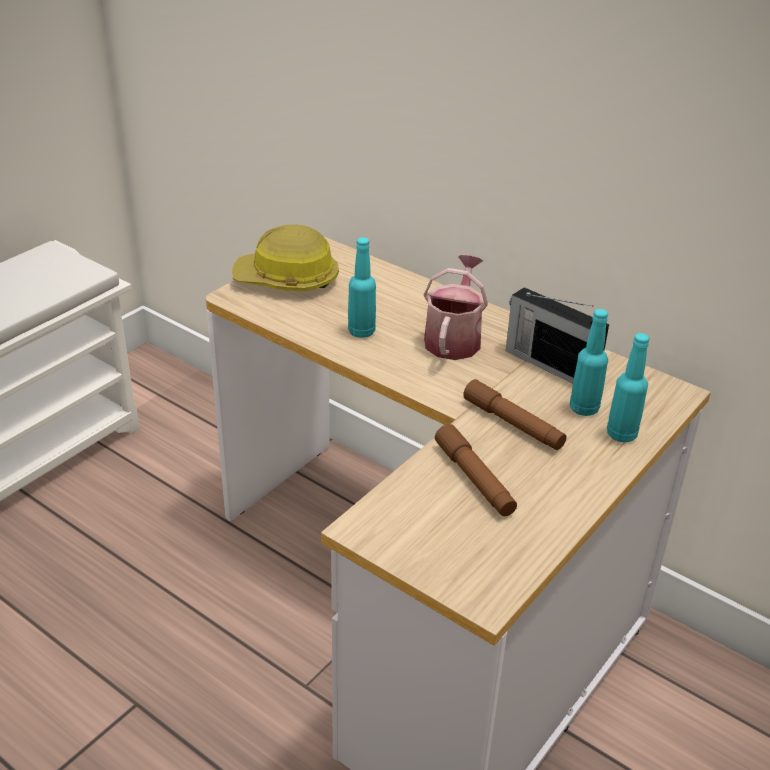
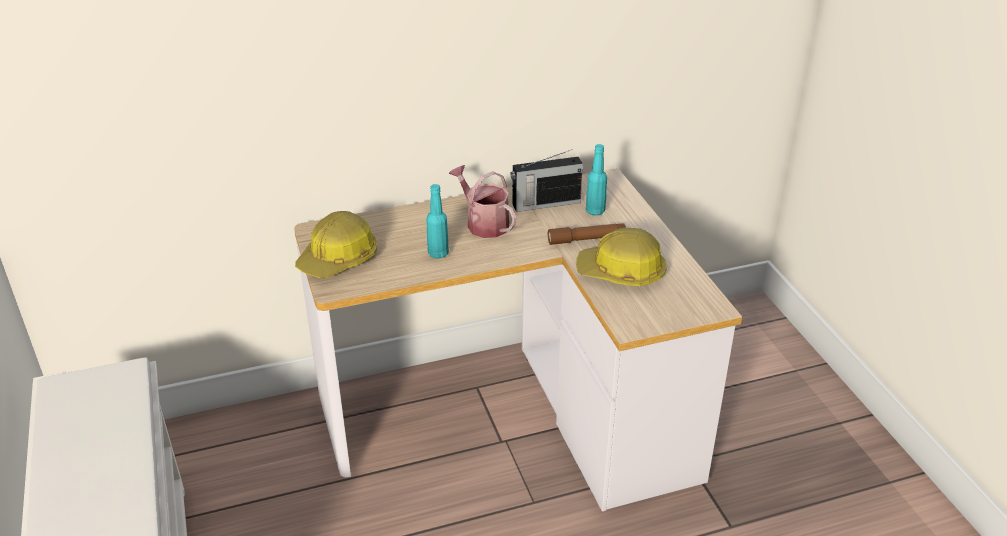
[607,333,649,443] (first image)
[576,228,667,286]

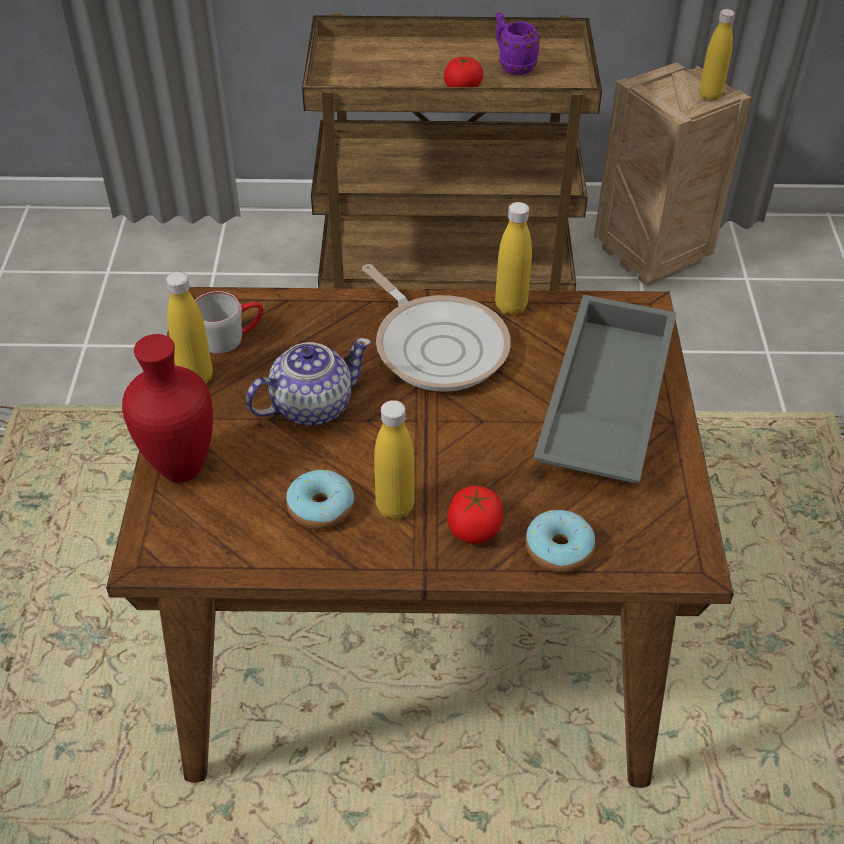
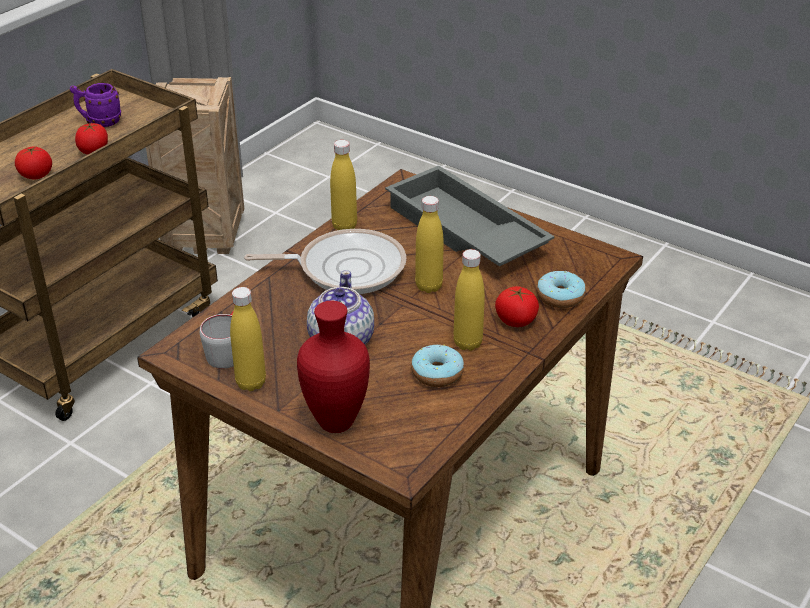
[415,196,444,293]
[15,146,52,179]

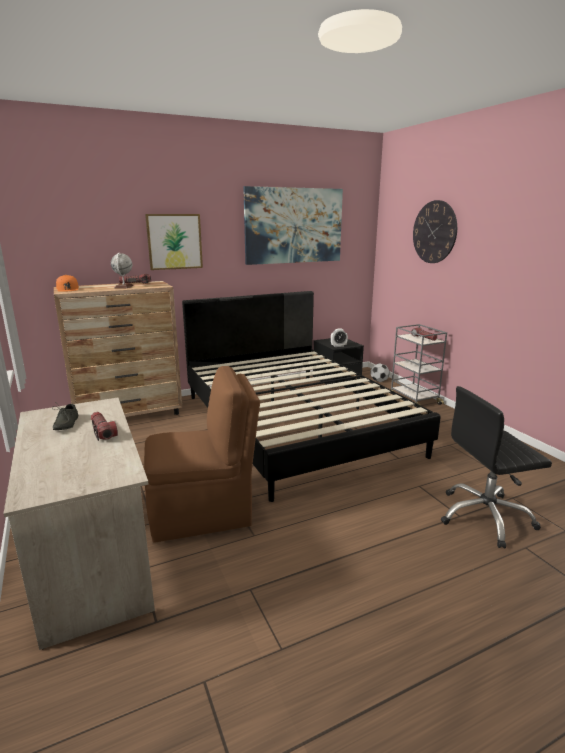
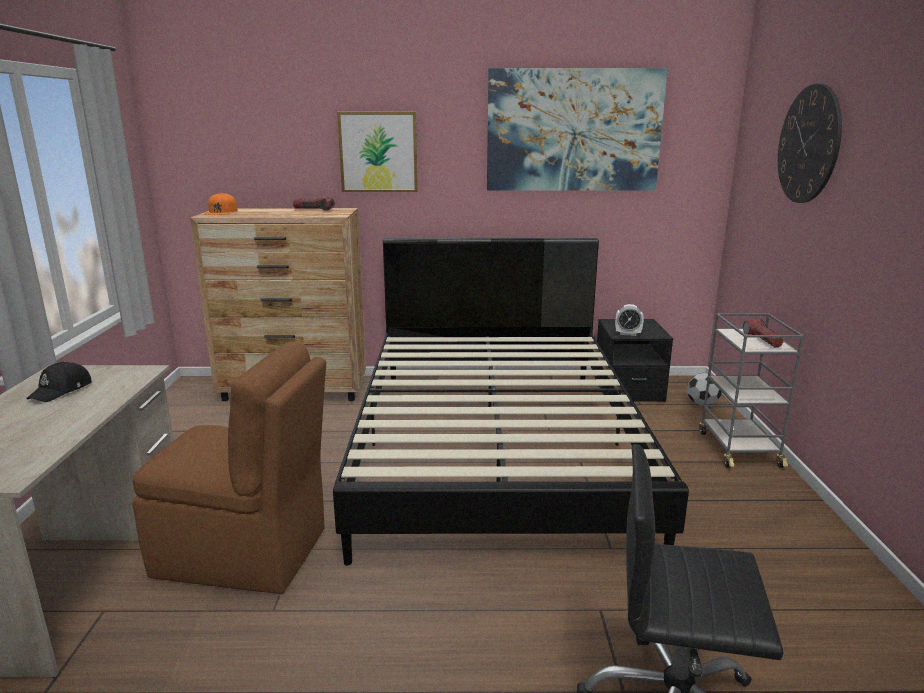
[111,253,133,289] (first image)
[26,361,92,402]
[91,412,118,441] (first image)

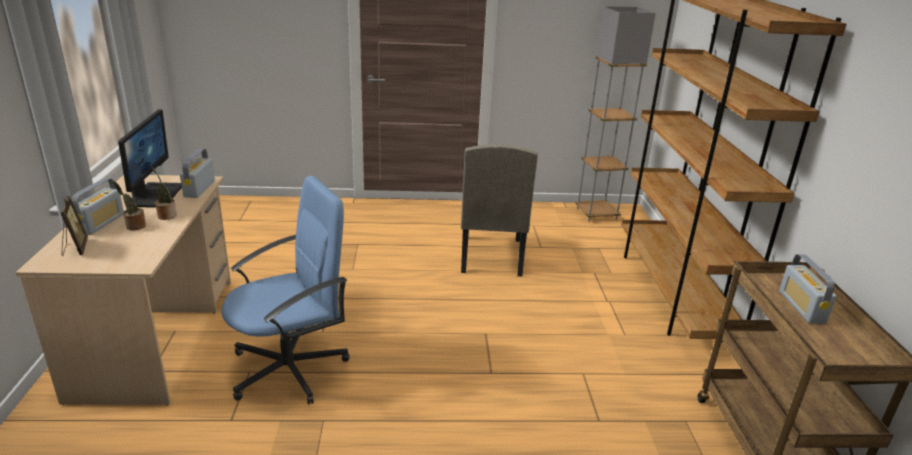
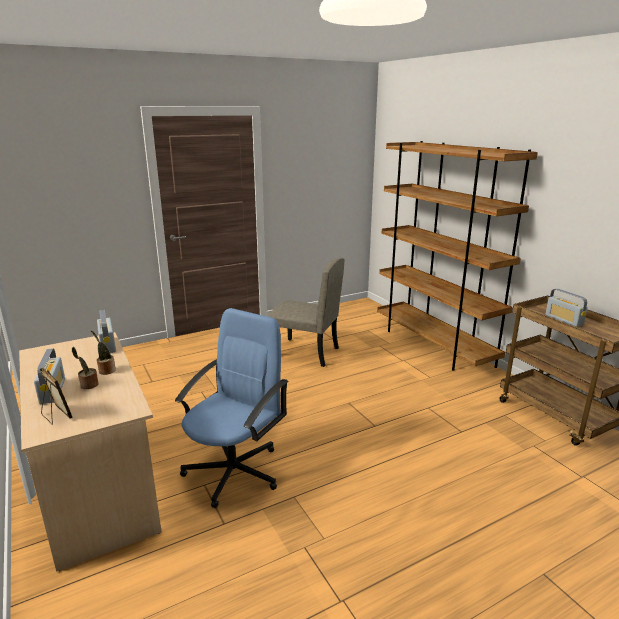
[576,6,656,222] (first image)
[118,109,182,208] (first image)
[268,258,345,367]

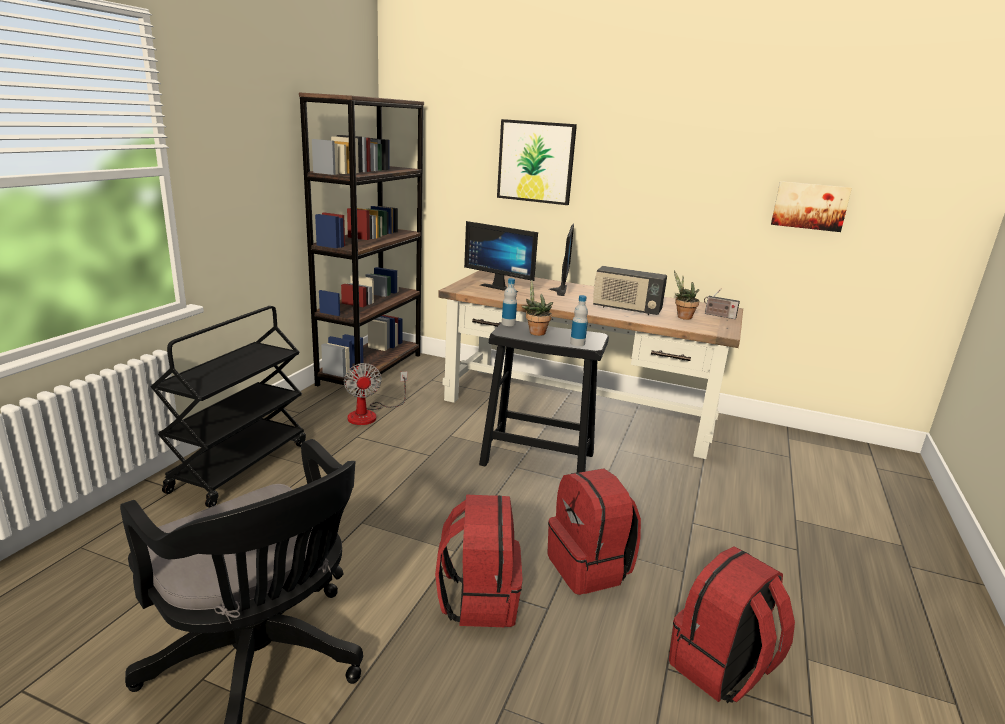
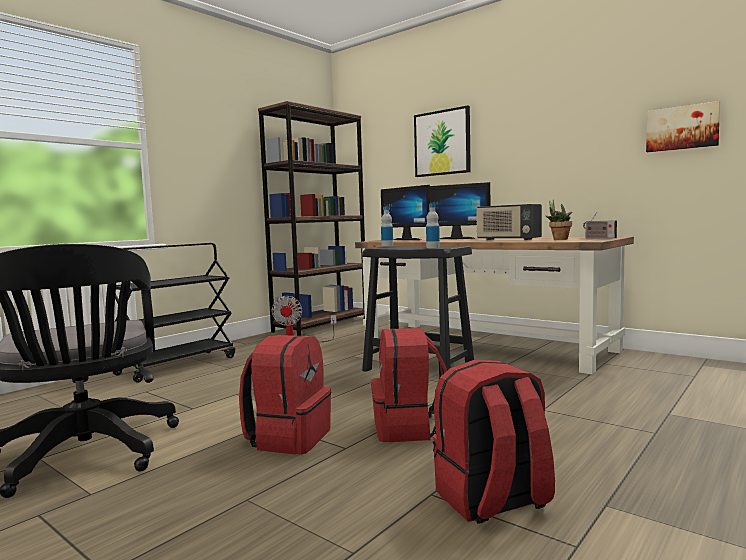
[430,182,490,239]
[522,280,553,336] (first image)

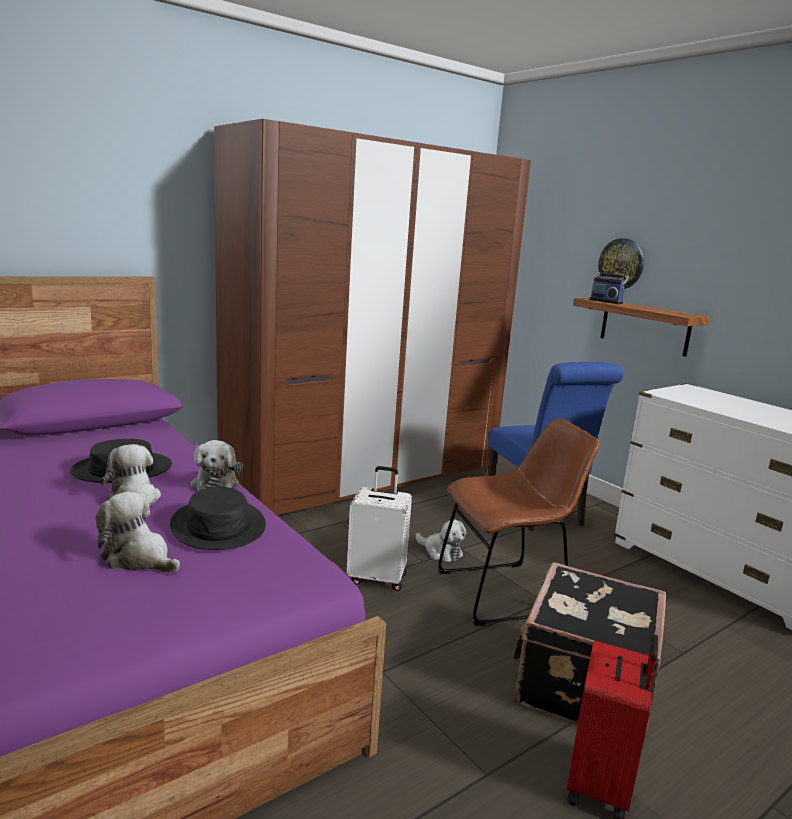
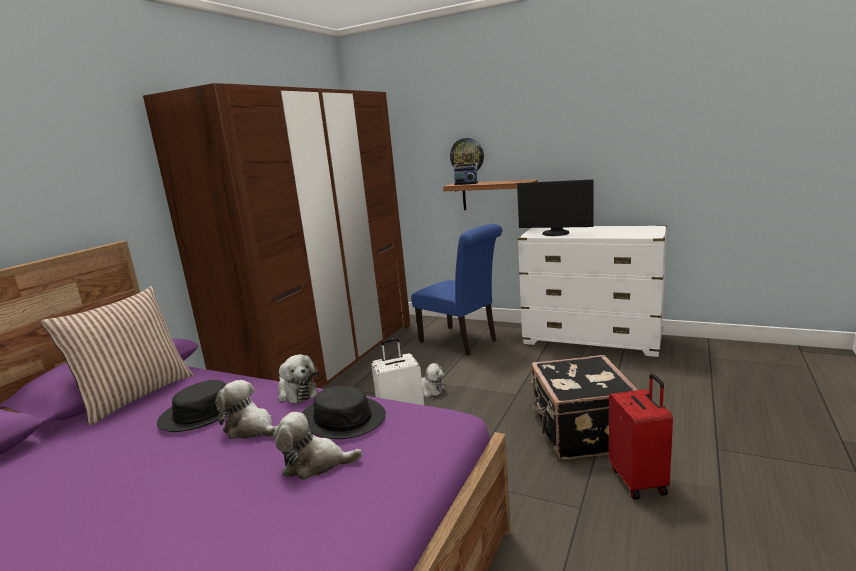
[438,418,600,626] (first image)
[517,179,594,236]
[40,286,193,426]

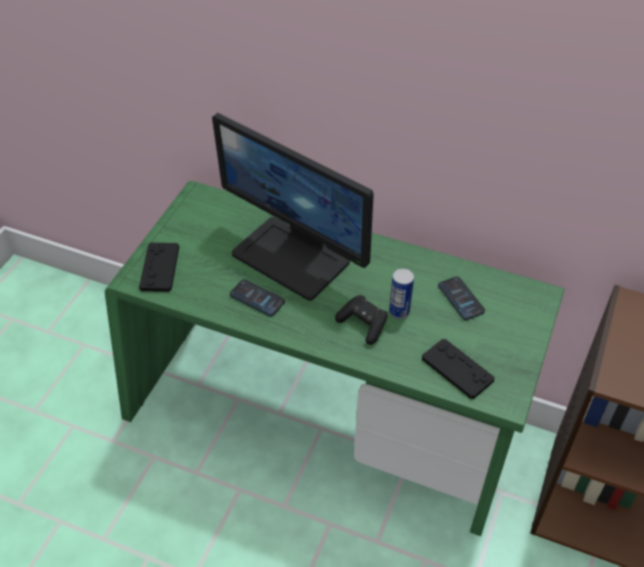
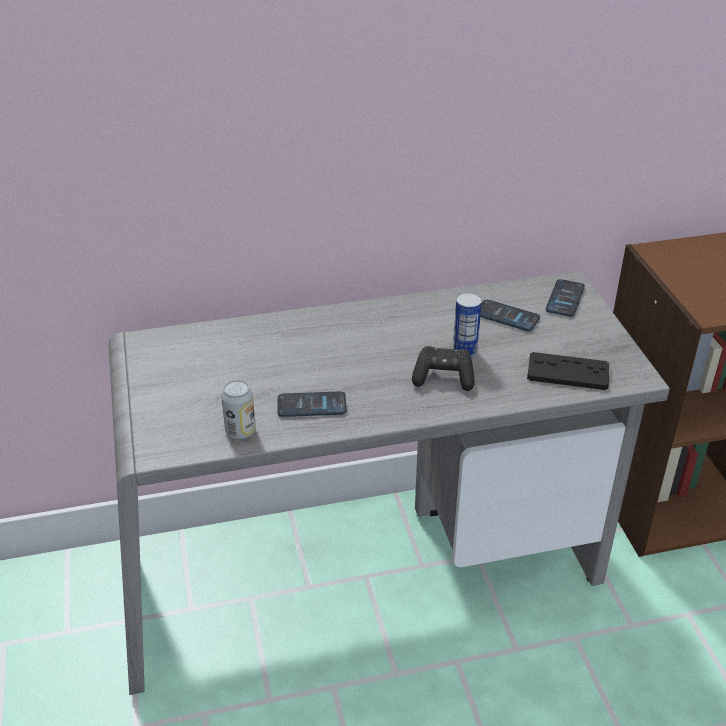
[212,113,374,301] (first image)
[109,271,670,695]
[139,243,179,292] (first image)
[546,279,585,317]
[221,380,256,439]

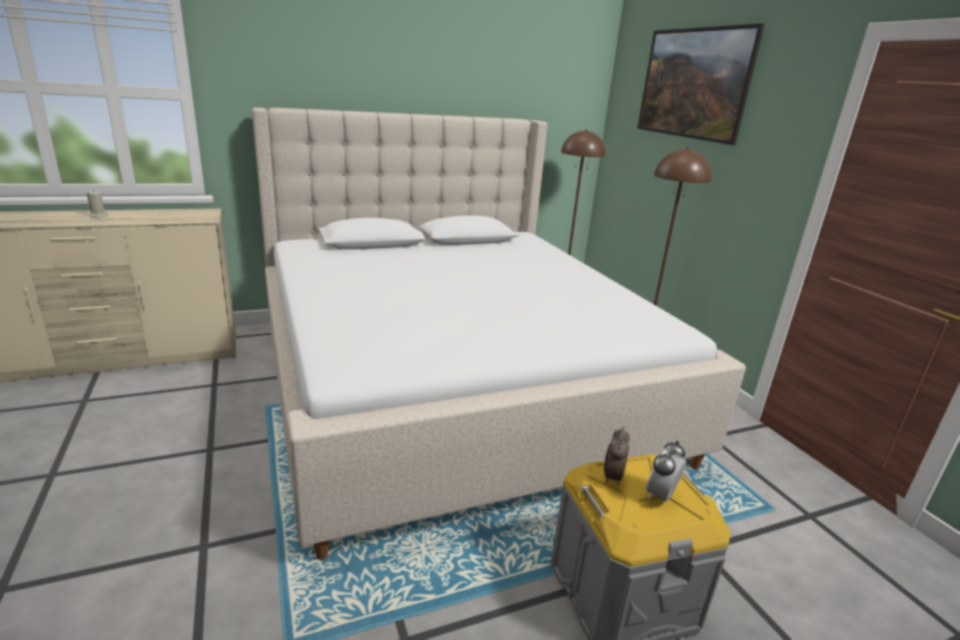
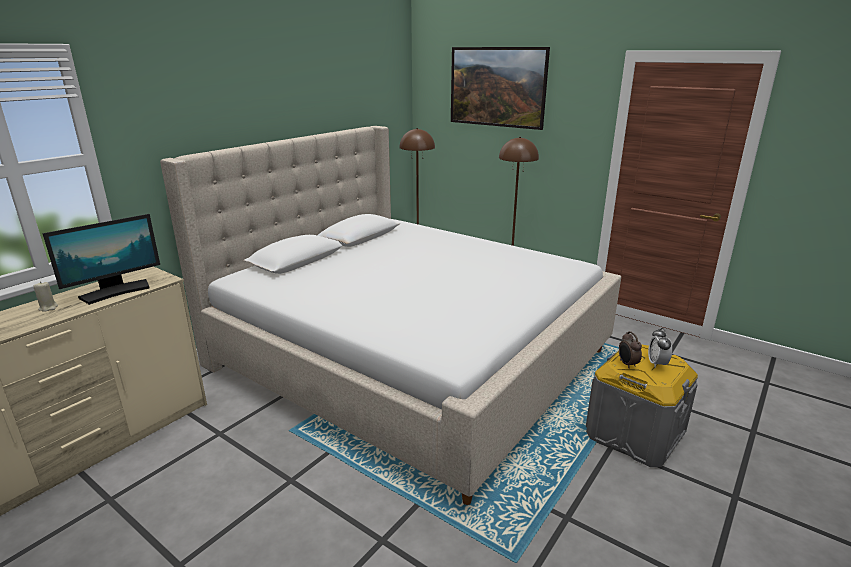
[42,214,160,305]

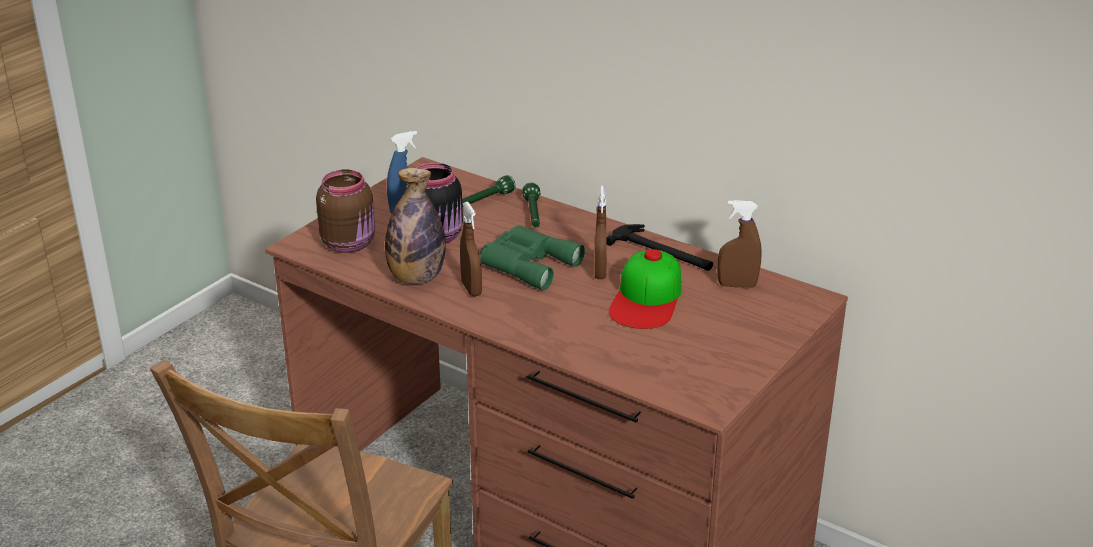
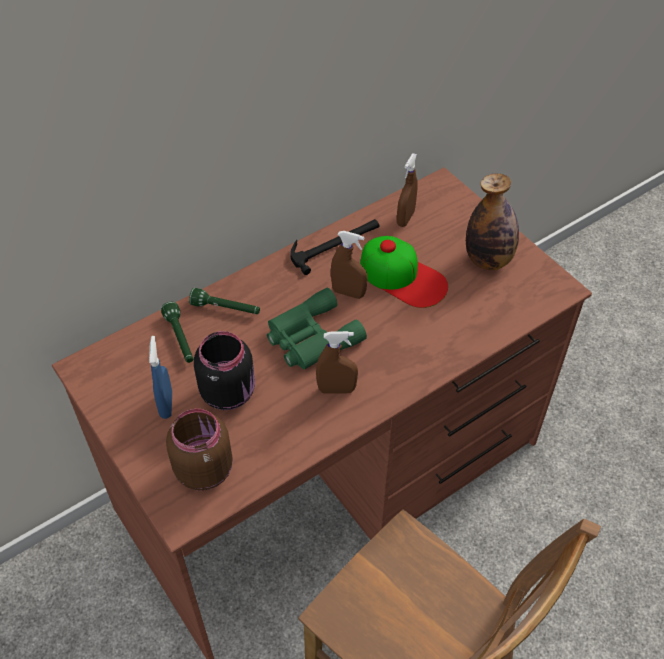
[466,174,519,270]

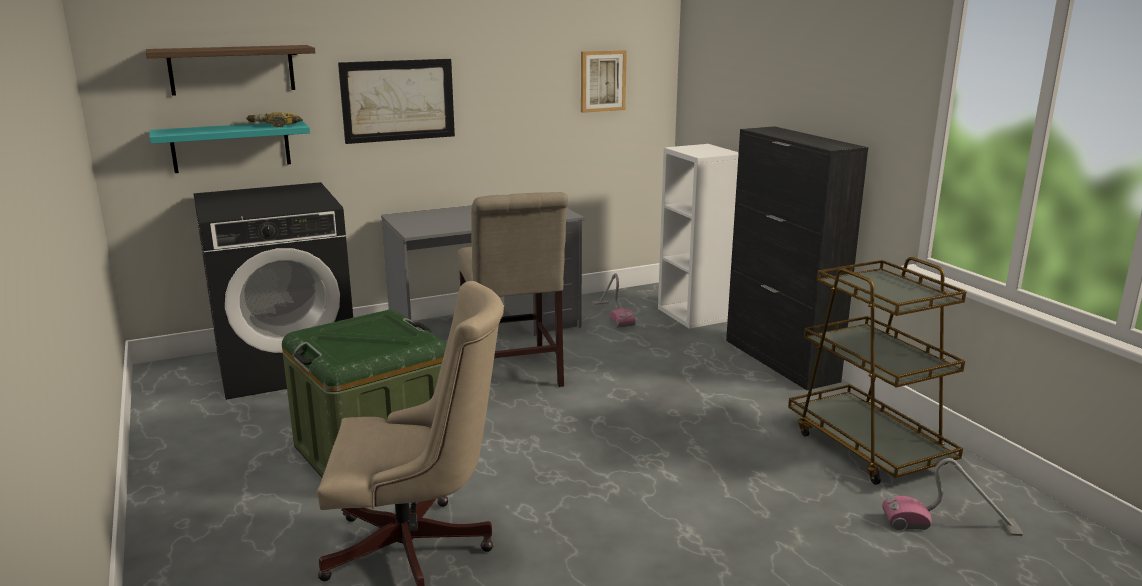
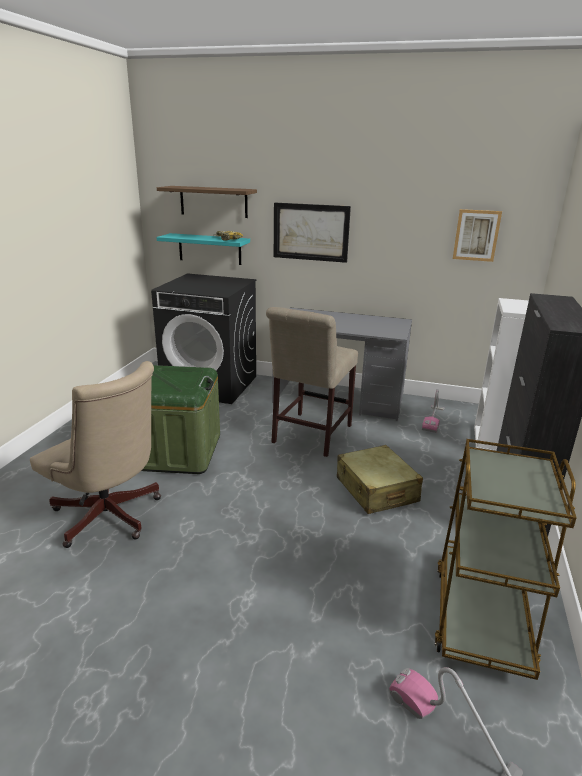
[337,445,423,514]

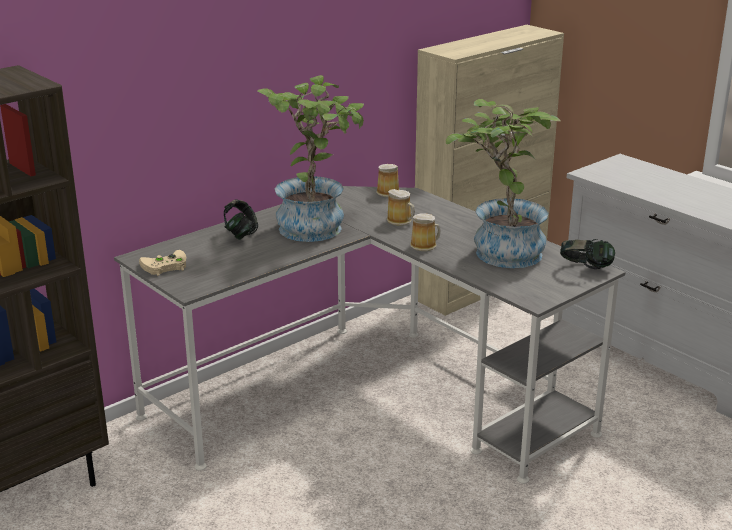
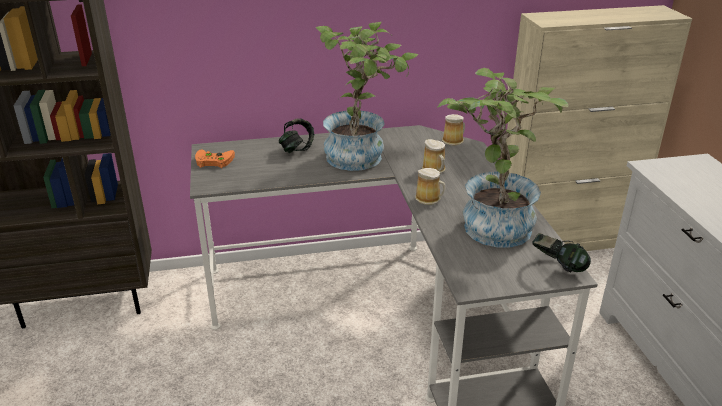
[195,149,235,168]

